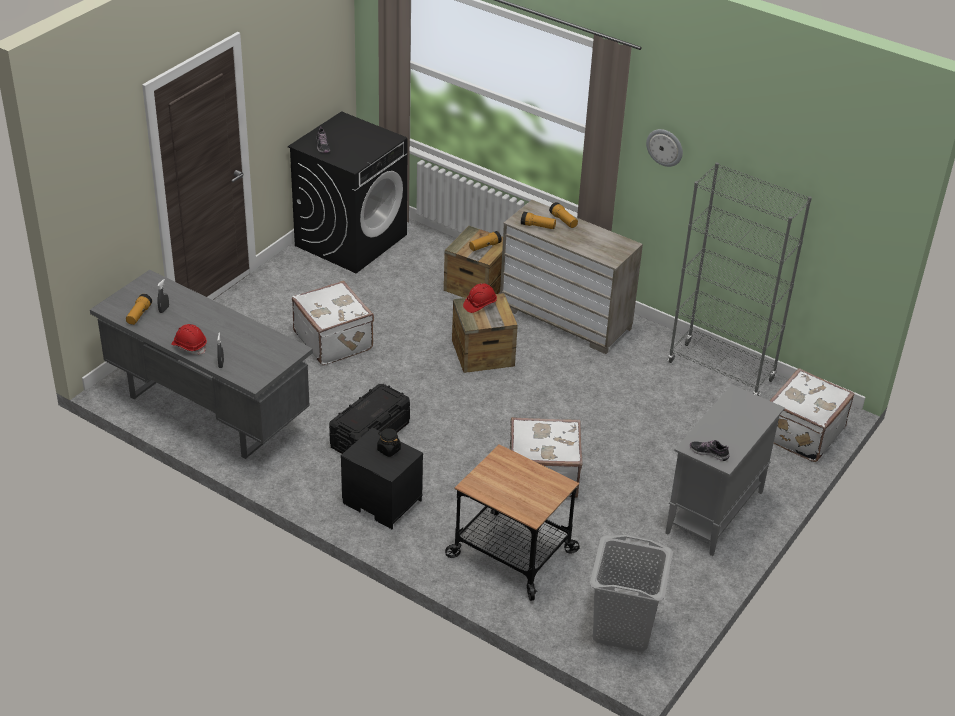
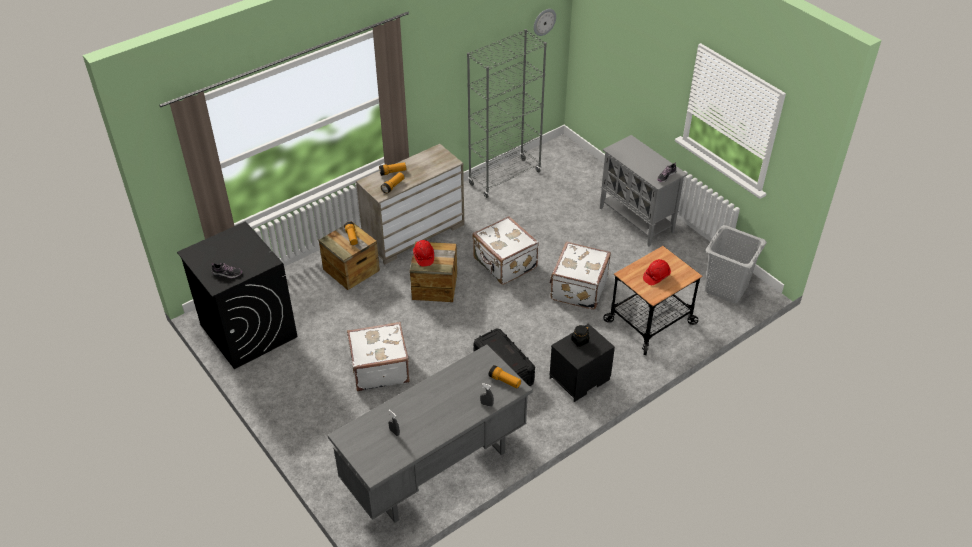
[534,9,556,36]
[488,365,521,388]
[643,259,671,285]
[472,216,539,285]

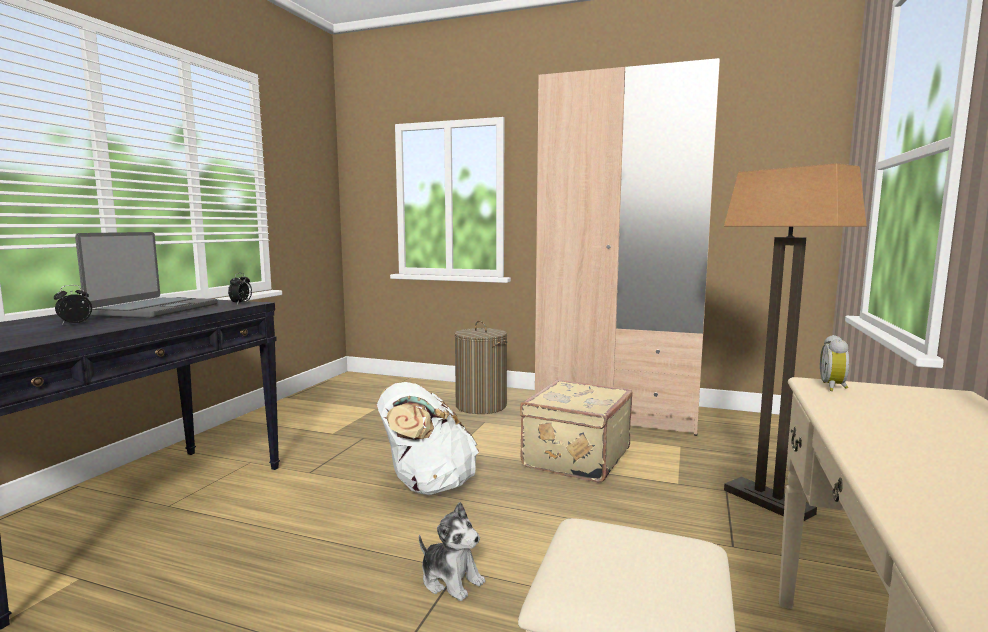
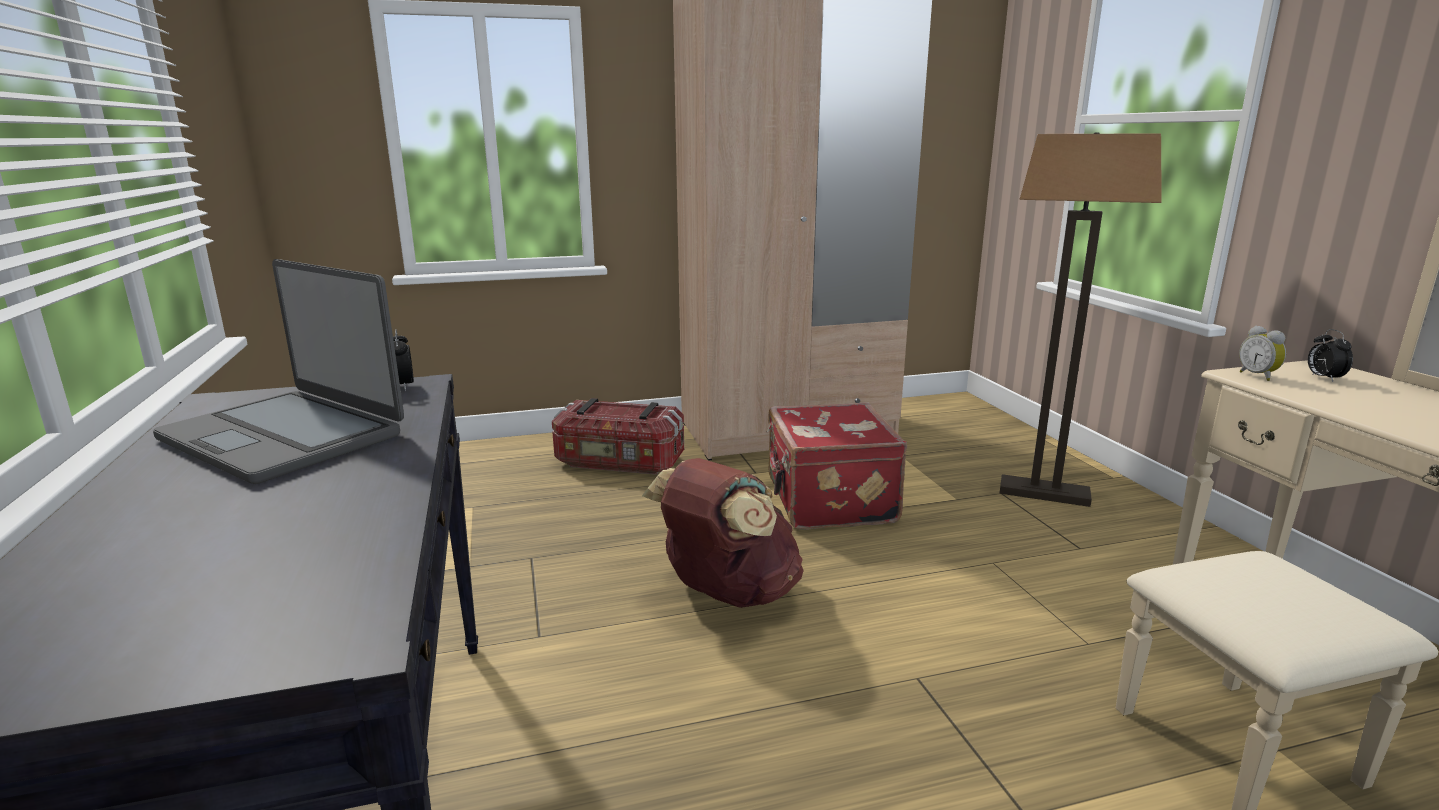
[153,259,404,484]
[1308,329,1353,382]
[552,398,684,475]
[767,402,907,530]
[642,458,804,608]
[419,502,485,601] (first image)

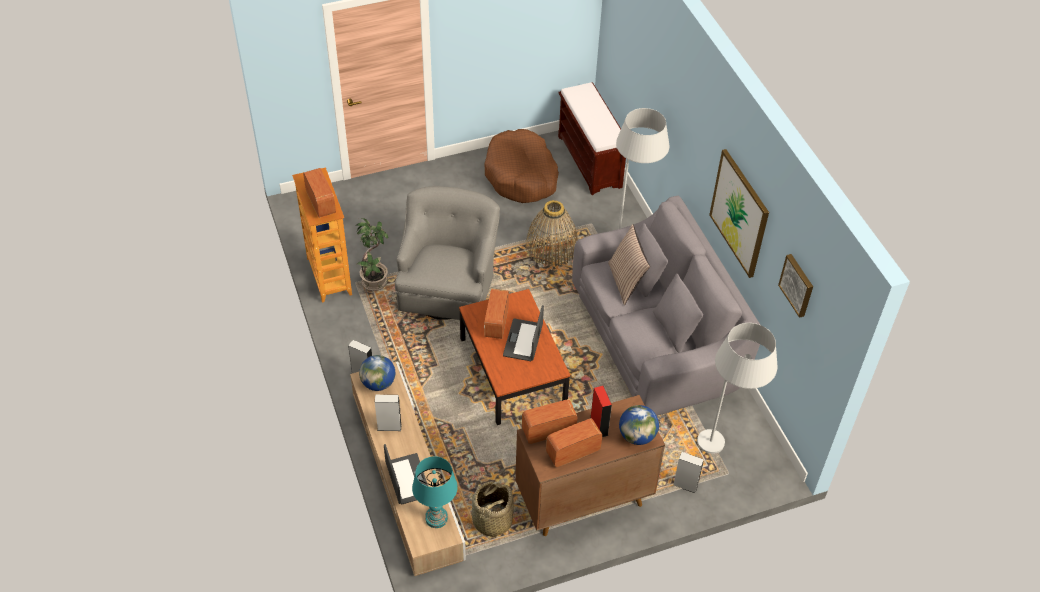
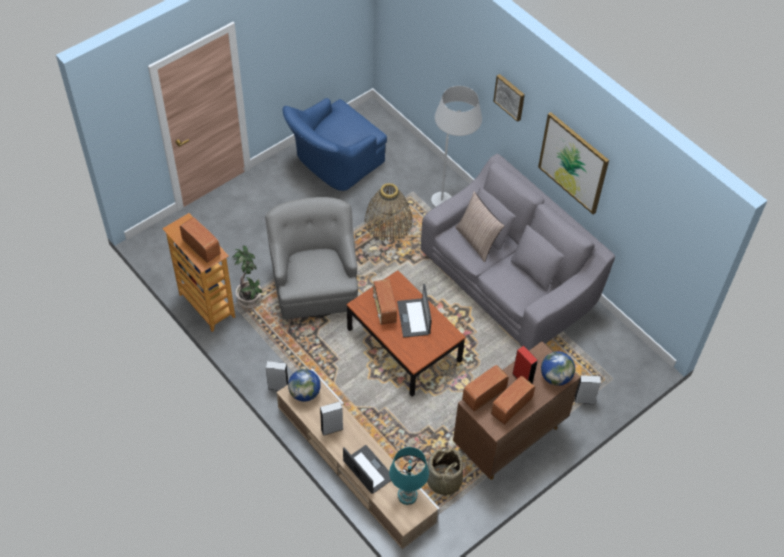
[558,82,626,195] (first image)
[282,98,387,191]
[493,74,525,122]
[697,323,777,454] (first image)

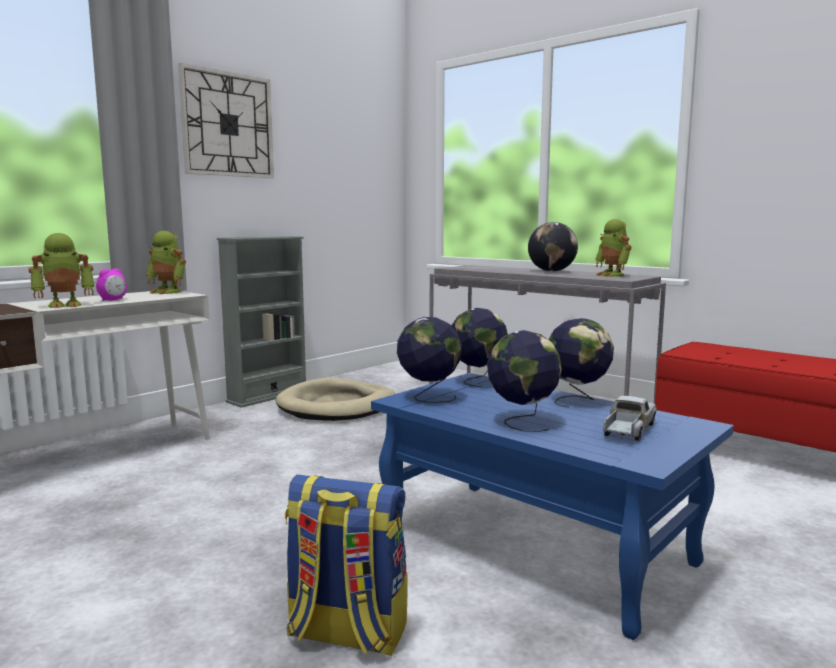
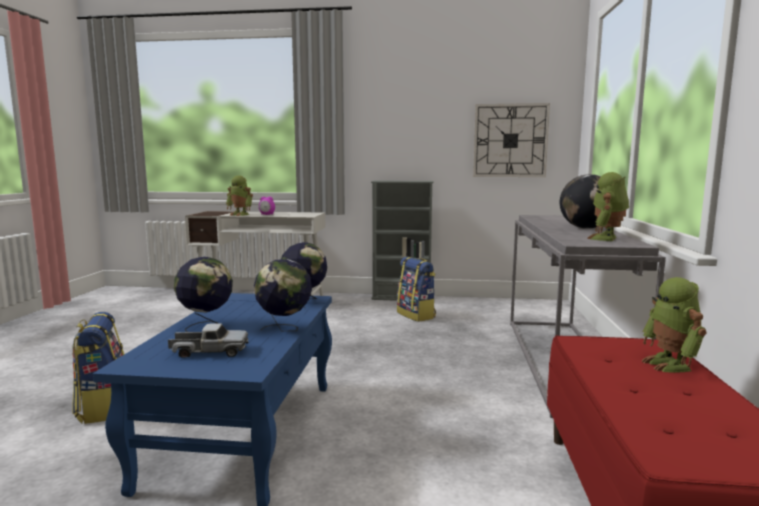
[473,103,550,177]
[641,277,706,373]
[397,317,462,403] (first image)
[397,257,436,322]

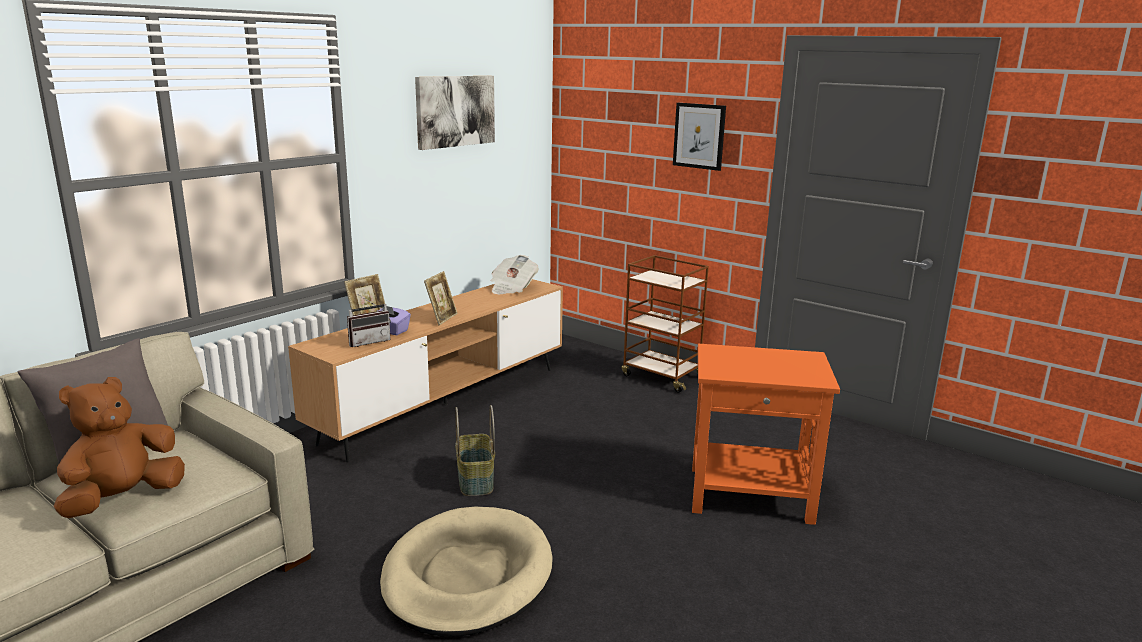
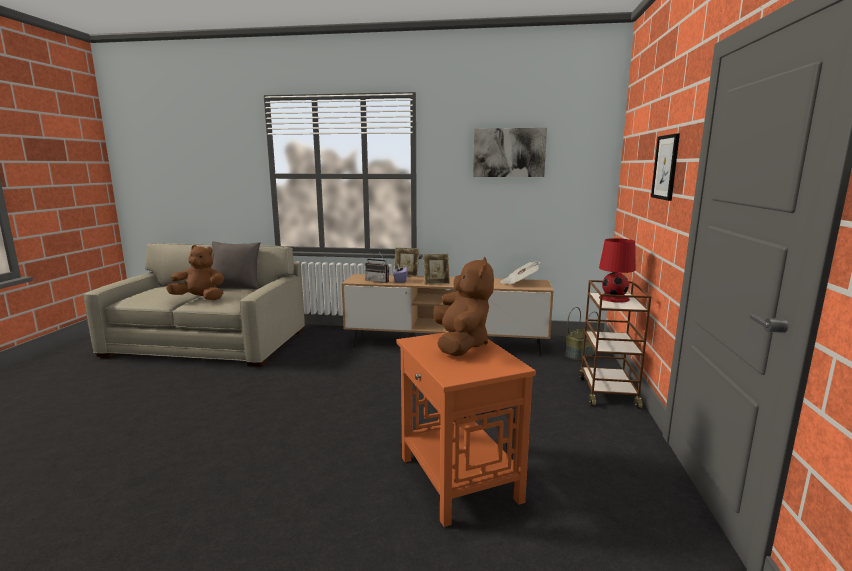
[565,307,598,360]
[380,507,553,636] (first image)
[599,238,636,303]
[433,257,494,356]

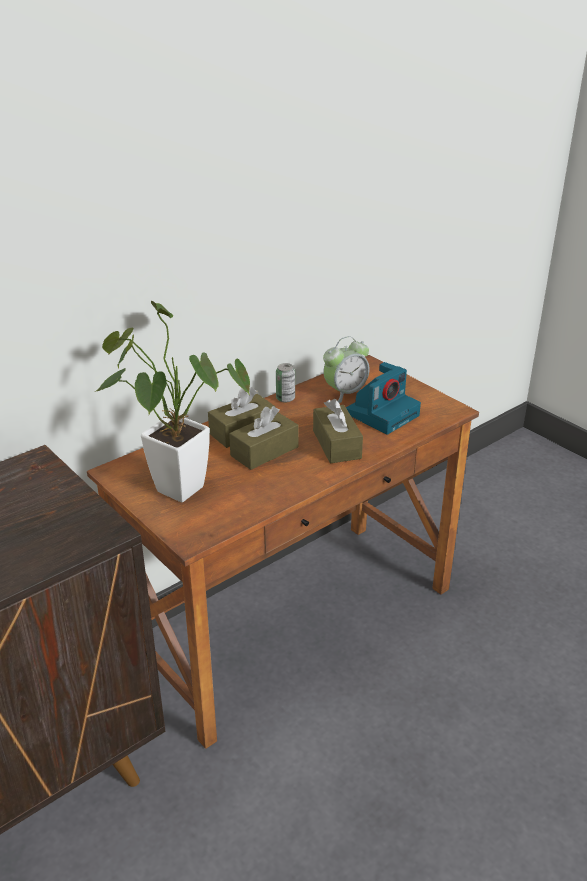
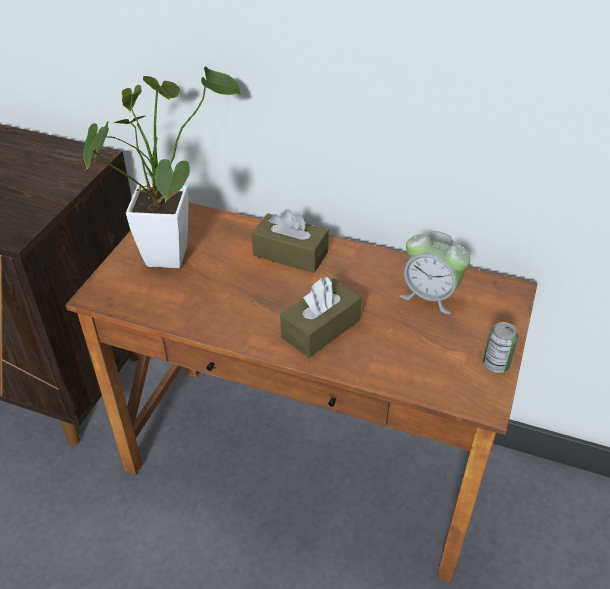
[346,362,421,434] (first image)
[483,322,518,373]
[229,406,299,470] (first image)

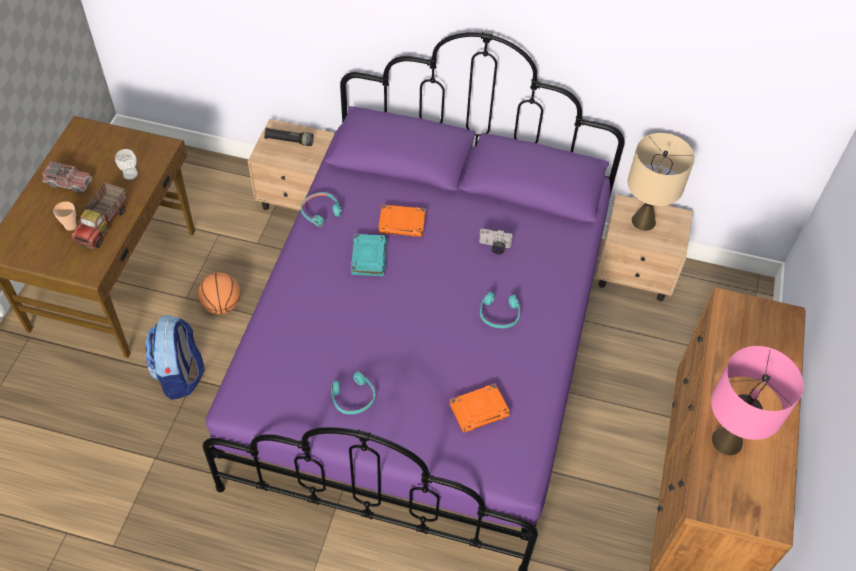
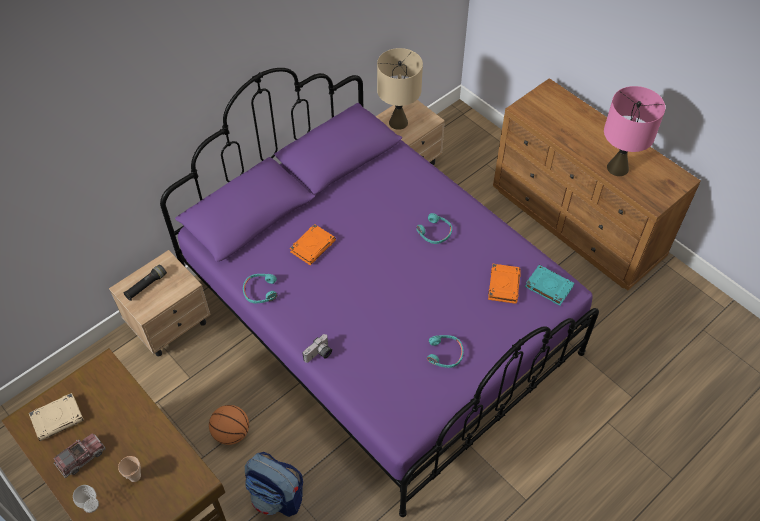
[73,485,99,513]
[71,182,126,250] (first image)
[302,334,332,363]
[525,265,574,305]
[29,393,84,441]

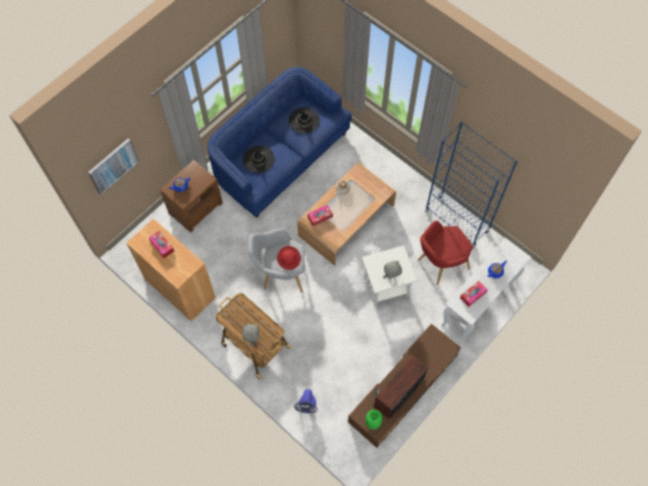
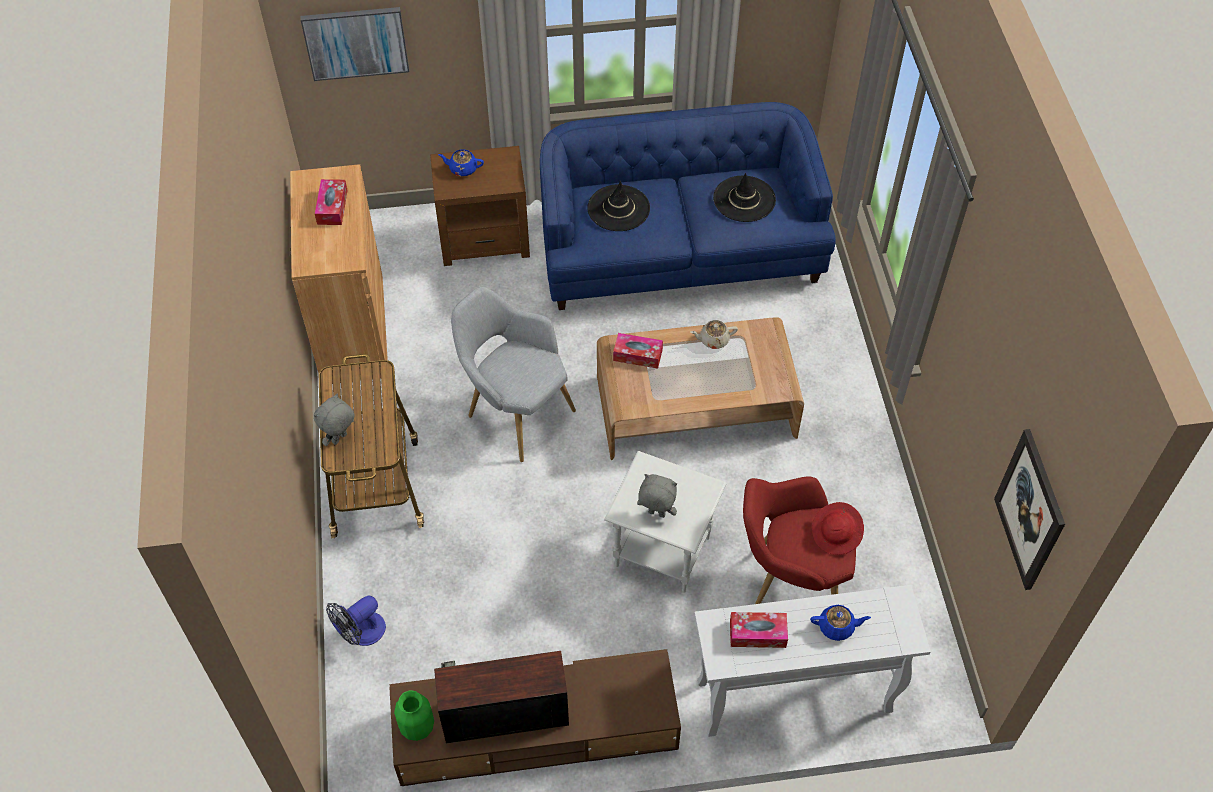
[425,121,518,248] (first image)
[812,502,864,555]
[994,429,1065,590]

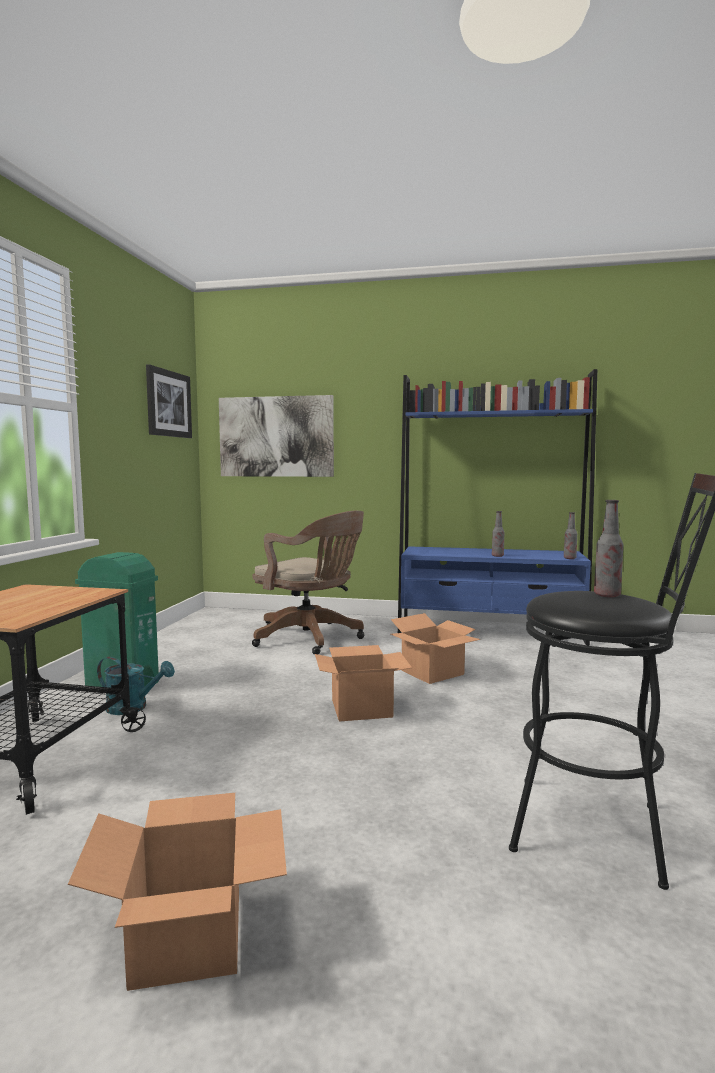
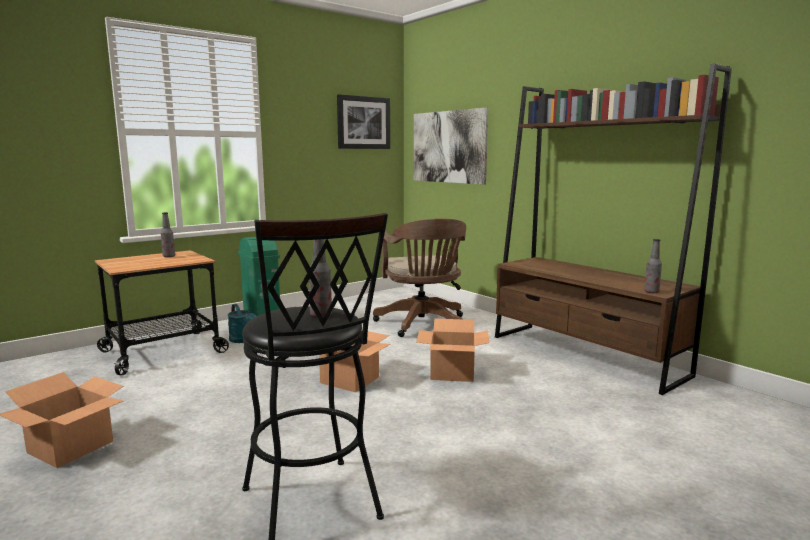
[495,63,732,395]
[161,212,175,258]

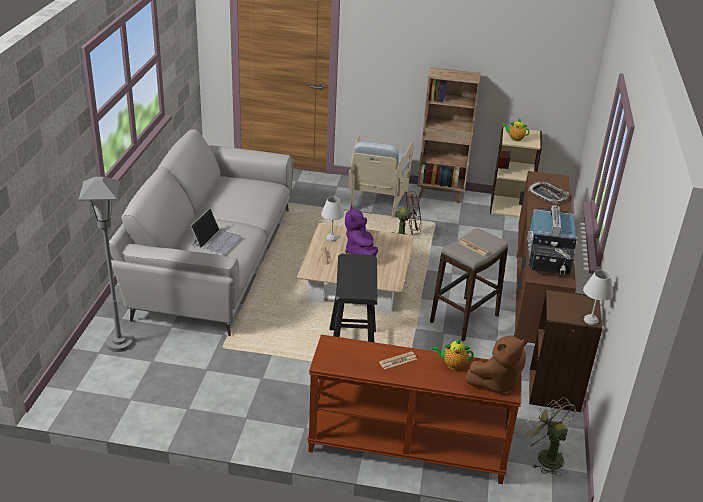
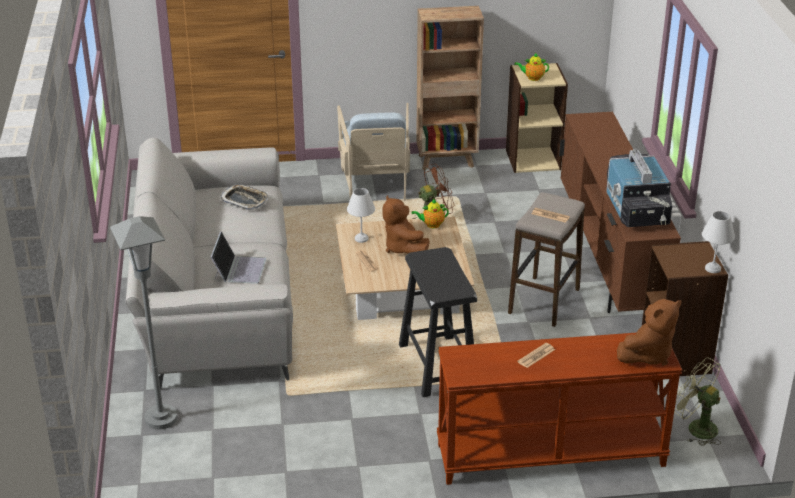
[220,184,268,210]
[382,195,430,253]
[411,199,449,228]

